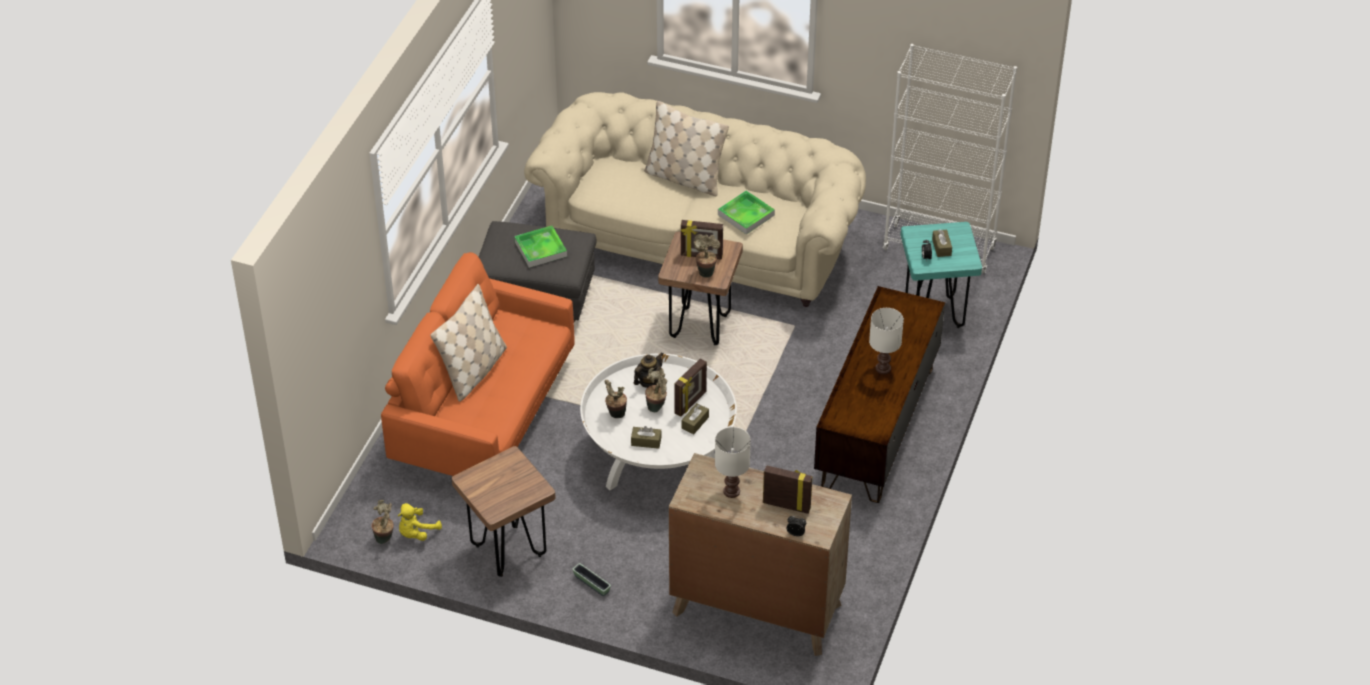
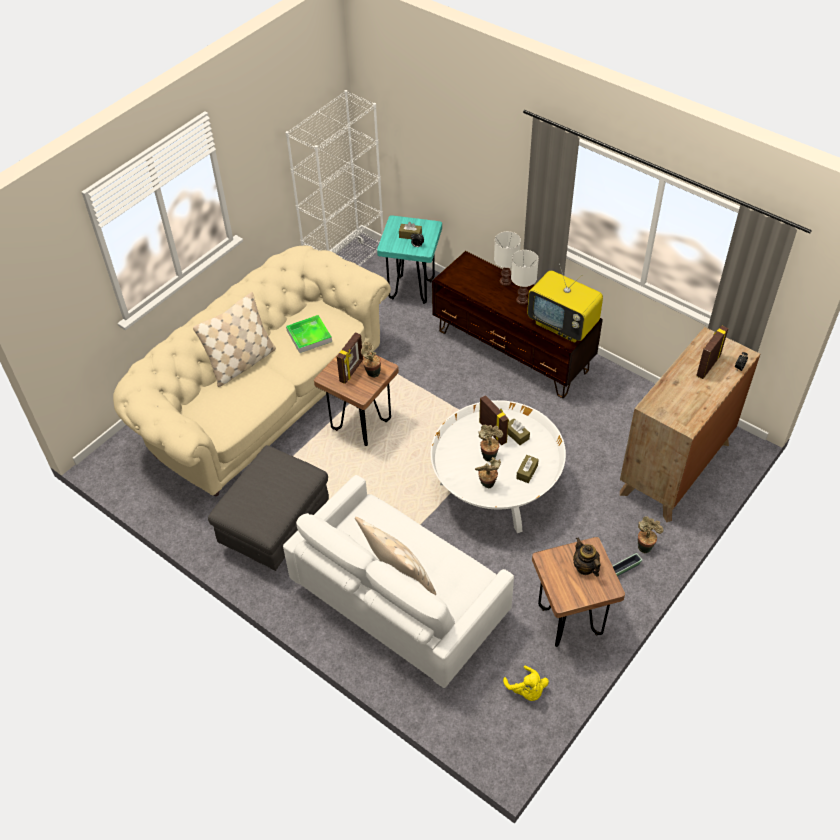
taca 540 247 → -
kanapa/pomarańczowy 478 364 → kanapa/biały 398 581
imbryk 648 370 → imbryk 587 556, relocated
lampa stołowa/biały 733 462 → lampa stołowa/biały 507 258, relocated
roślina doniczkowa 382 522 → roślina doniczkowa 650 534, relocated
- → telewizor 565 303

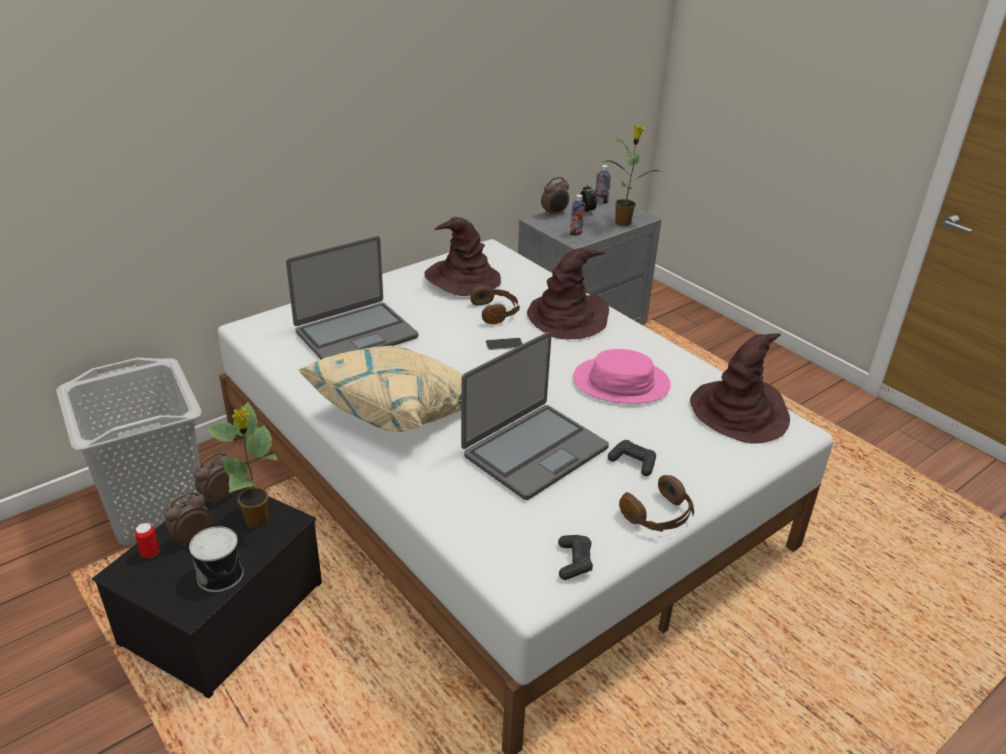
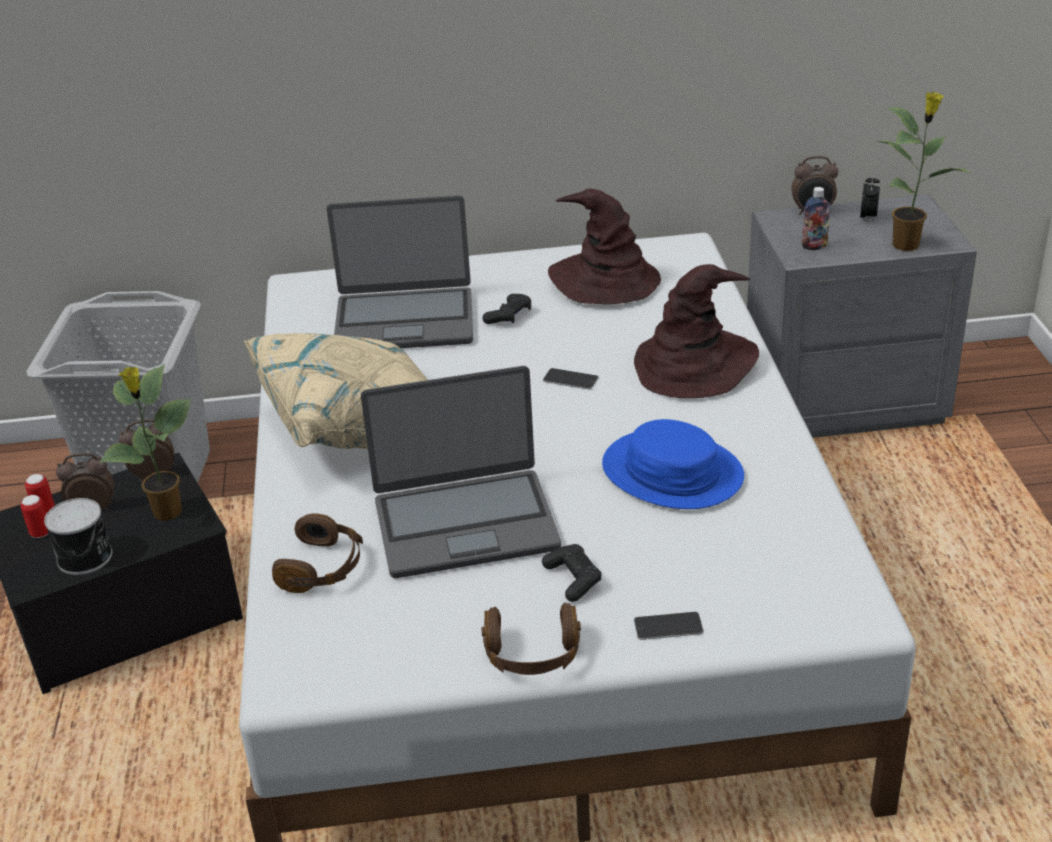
butelka 603 184 → -
słuchawki/brązowy 495 305 → słuchawki/brązowy 317 553, relocated
kapelusz/brązowy 740 388 → -
kapelusz/różowy 622 376 → kapelusz/niebieski 673 464
pad do gier/czarny 575 557 → pad do gier/czarny 507 309, relocated
- → puszka 35 516
- → telefon 669 626

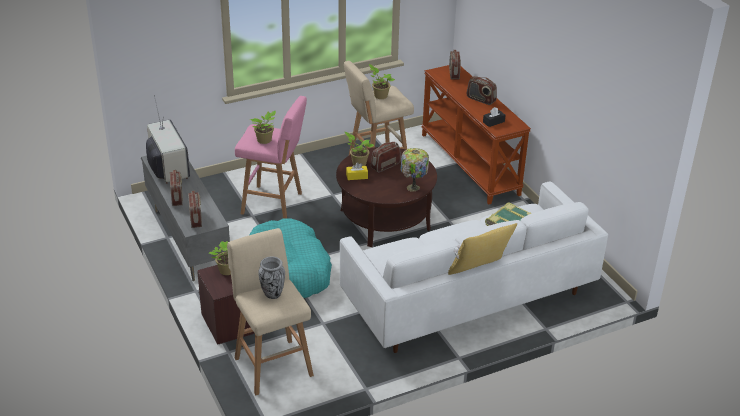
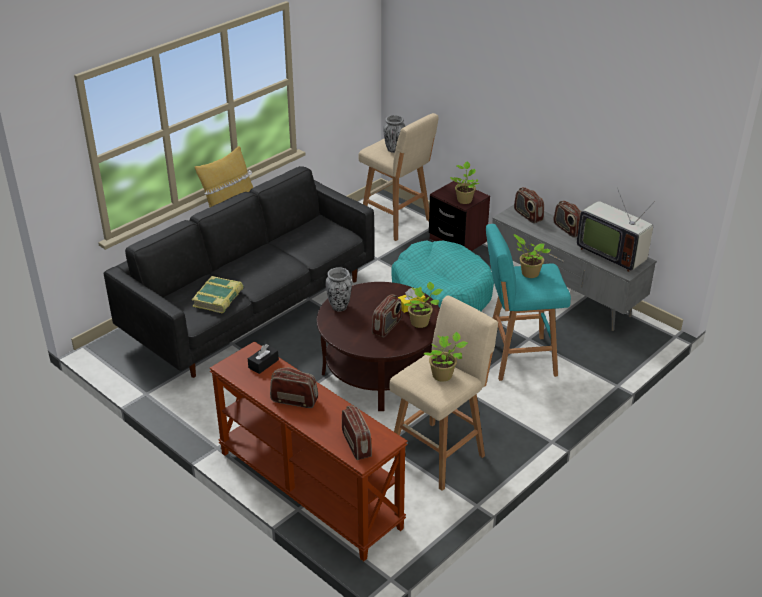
stołek/różowy 271 157 → stołek/turkusowy 528 302
lampa stołowa 415 170 → wazon 338 289
kanapa/biały 474 267 → kanapa/czarny 239 272

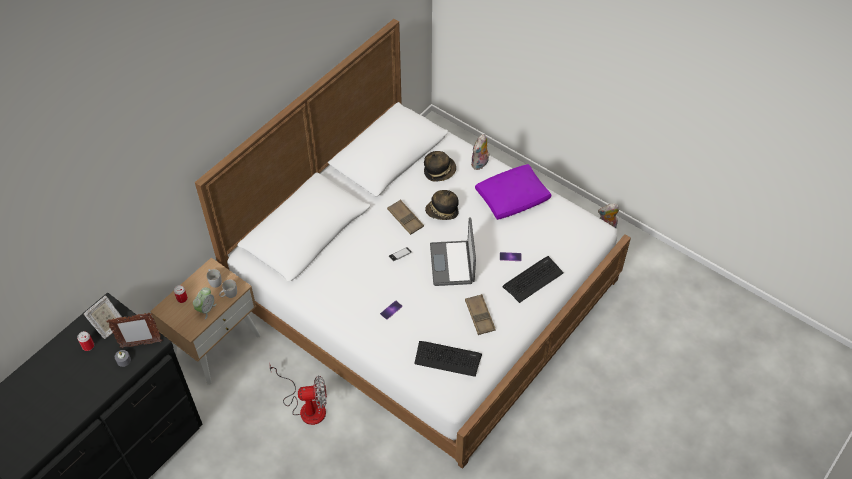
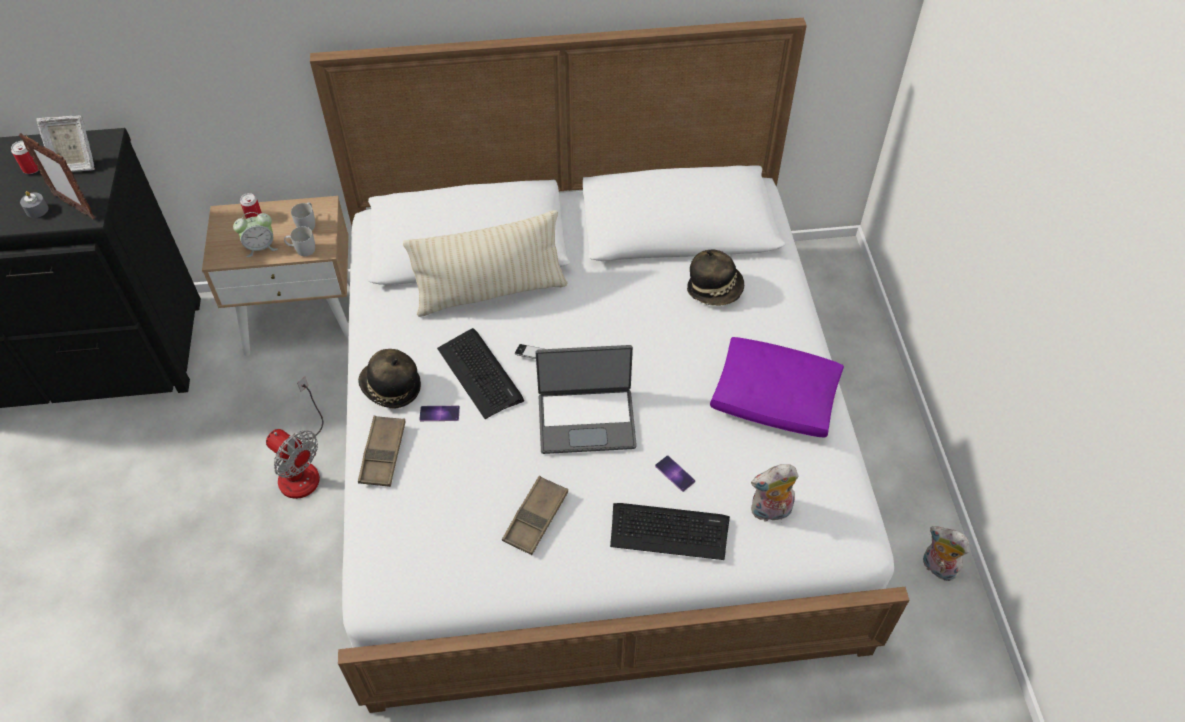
pluszak 480 152 → pluszak 775 492, relocated
kapelusz 442 205 → kapelusz 389 378, relocated
taca/brązowy 405 217 → taca/brązowy 382 451, relocated
laptop 453 251 → laptop 586 399, 135 degrees counterclockwise
klawiatura 448 359 → klawiatura 480 373, relocated
- → poduszka/beżowy 485 263

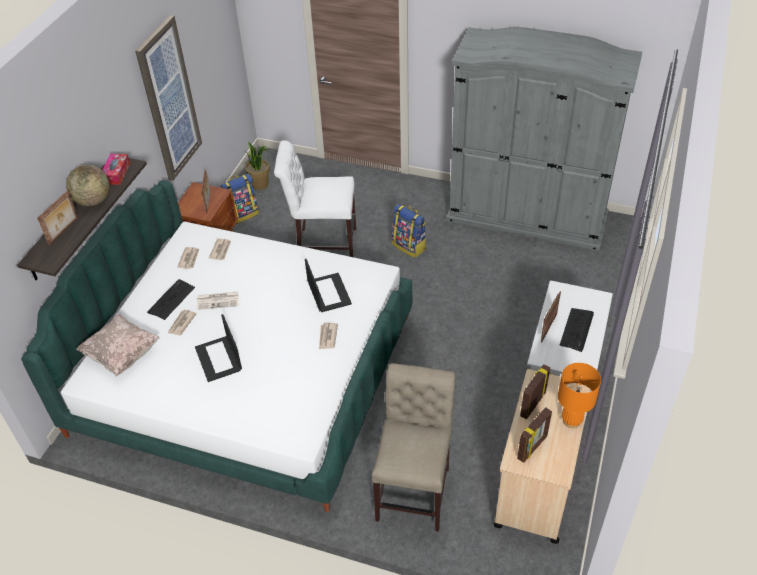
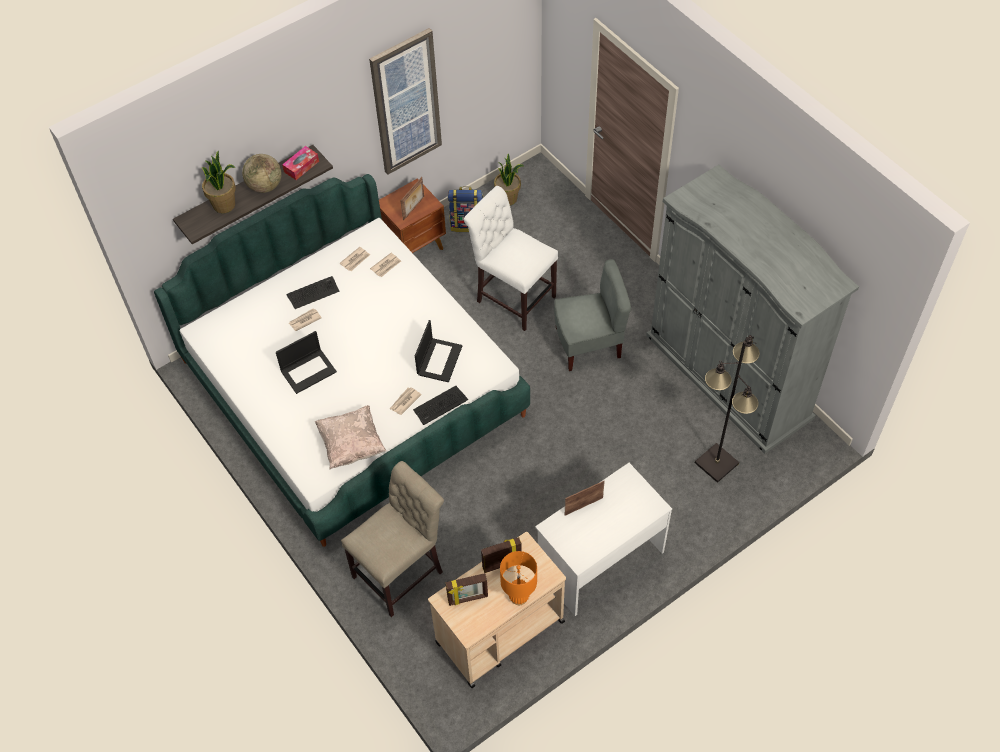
ramka na zdjęcie 57 217 → roślina doniczkowa 219 181
plecak 409 231 → krzesło/szary 592 315
gazeta 218 301 → -
klawiatura 577 330 → klawiatura 440 405, relocated
poduszka/beżowy 118 345 → poduszka/beżowy 350 437, relocated
laptop 218 348 → laptop 306 362, 135 degrees counterclockwise
- → lampa stojąca/czarny 727 409

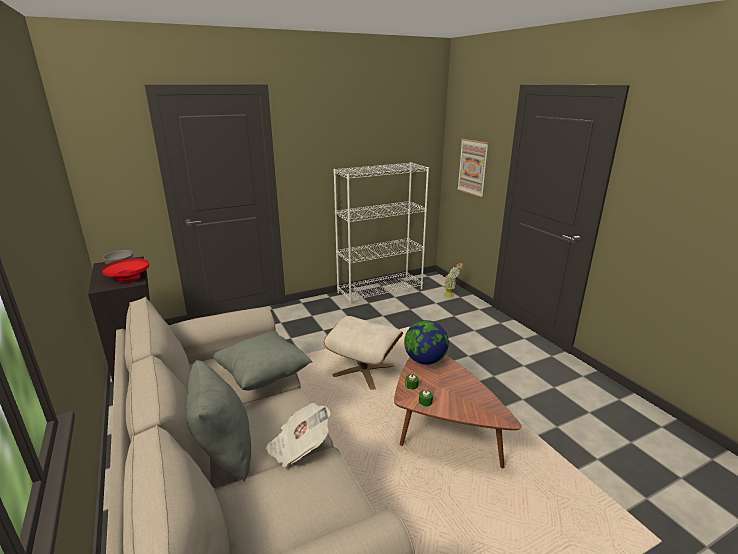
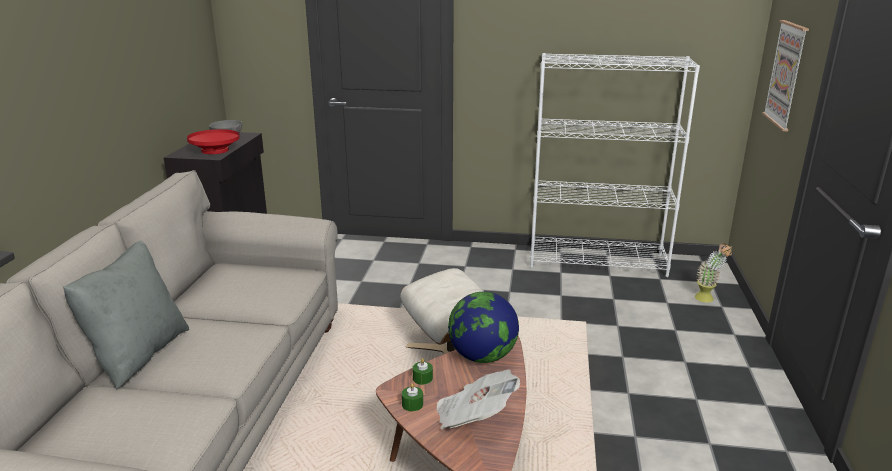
poduszka/szary 262 361 → -
gazeta 298 435 → gazeta 478 399, relocated

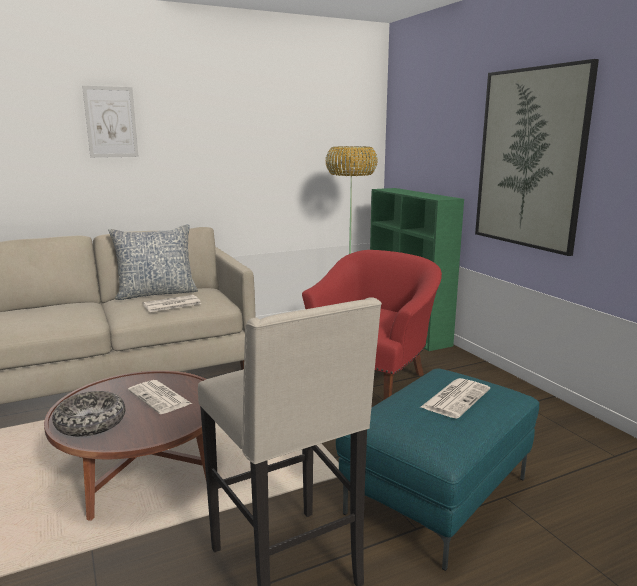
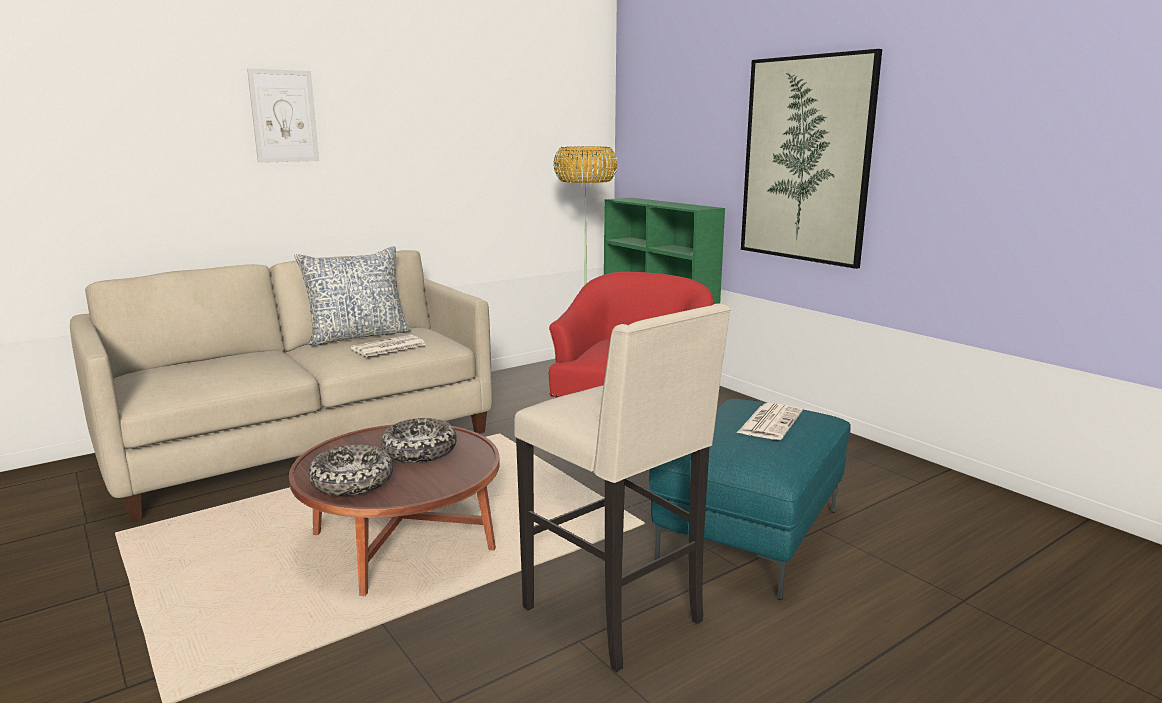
gazeta 160 397 → miska 419 440

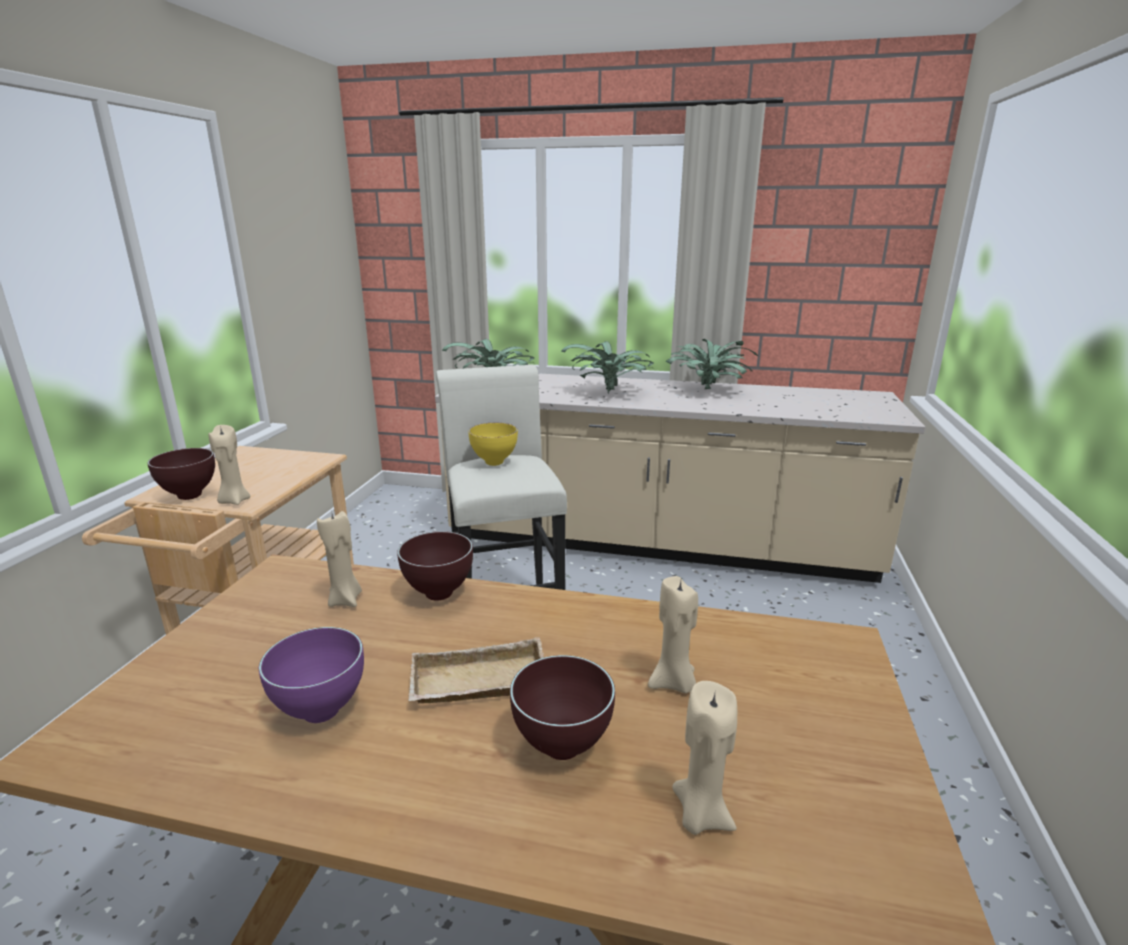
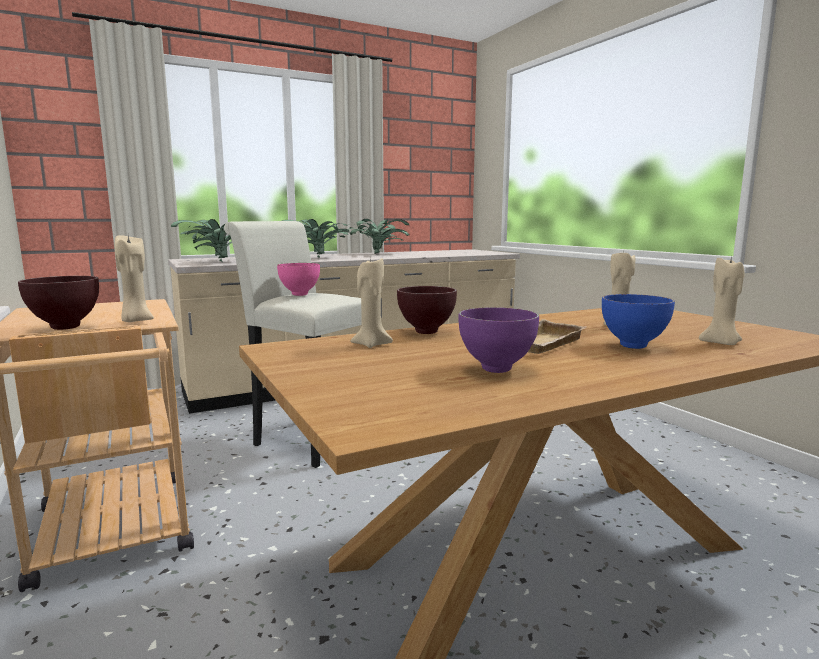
miska/żółty 493 444 → miska/różowy 298 279
miska/brązowy 562 707 → miska/niebieski 638 321

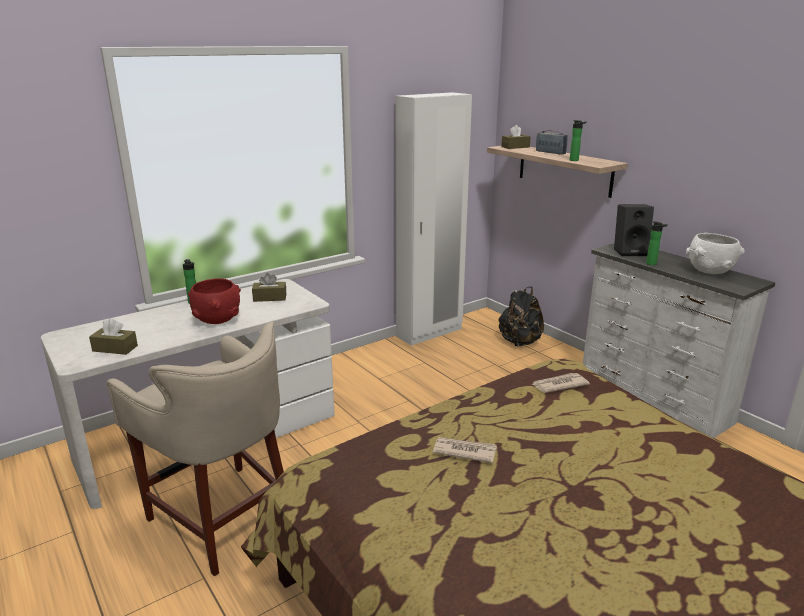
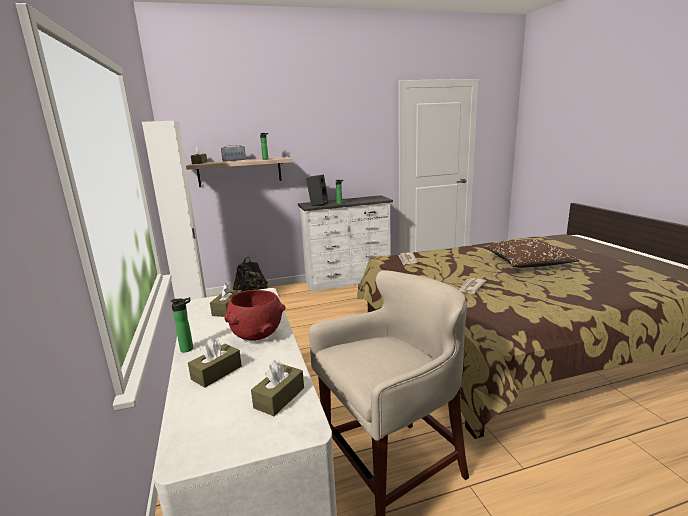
miska/biały 715 253 → -
- → poduszka/brązowy 531 253
- → pudełko chusteczek/brązowy 215 363

